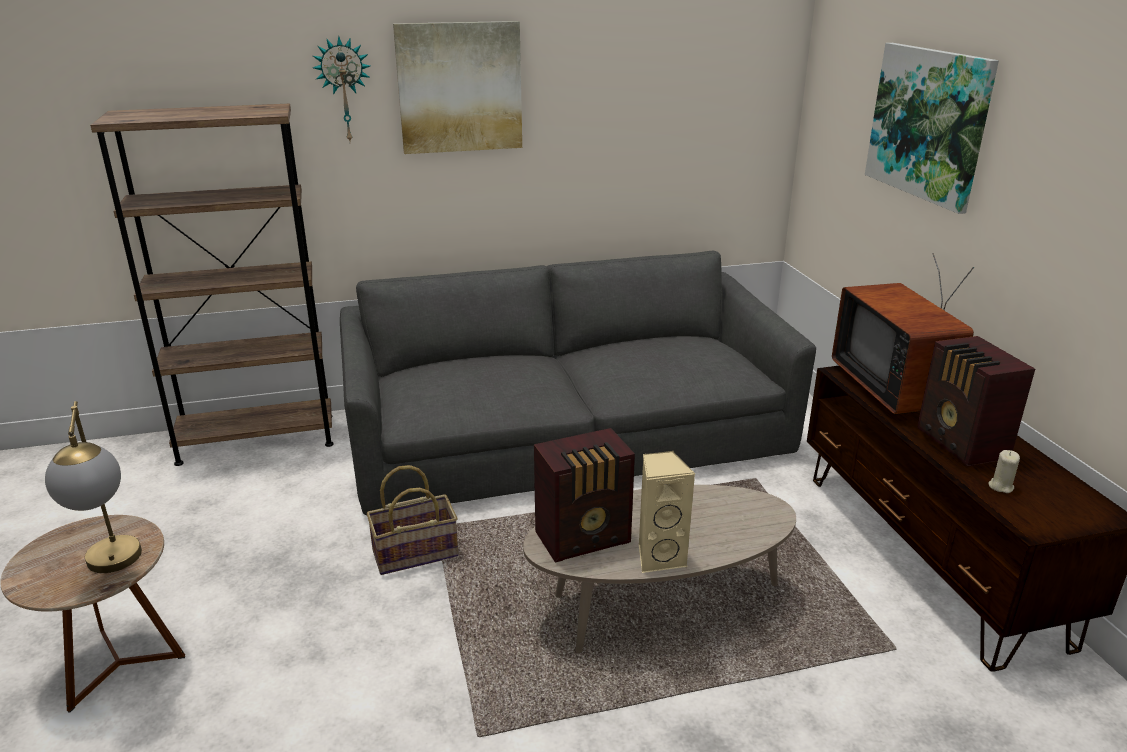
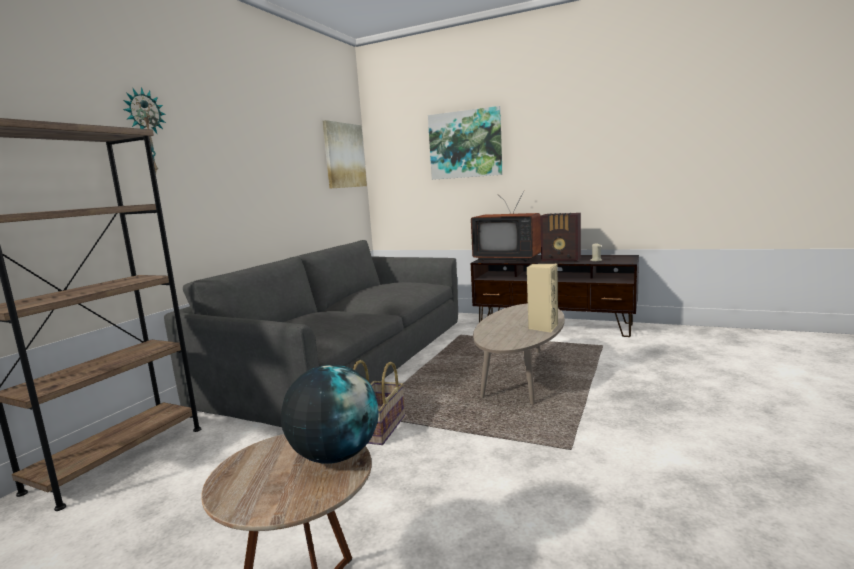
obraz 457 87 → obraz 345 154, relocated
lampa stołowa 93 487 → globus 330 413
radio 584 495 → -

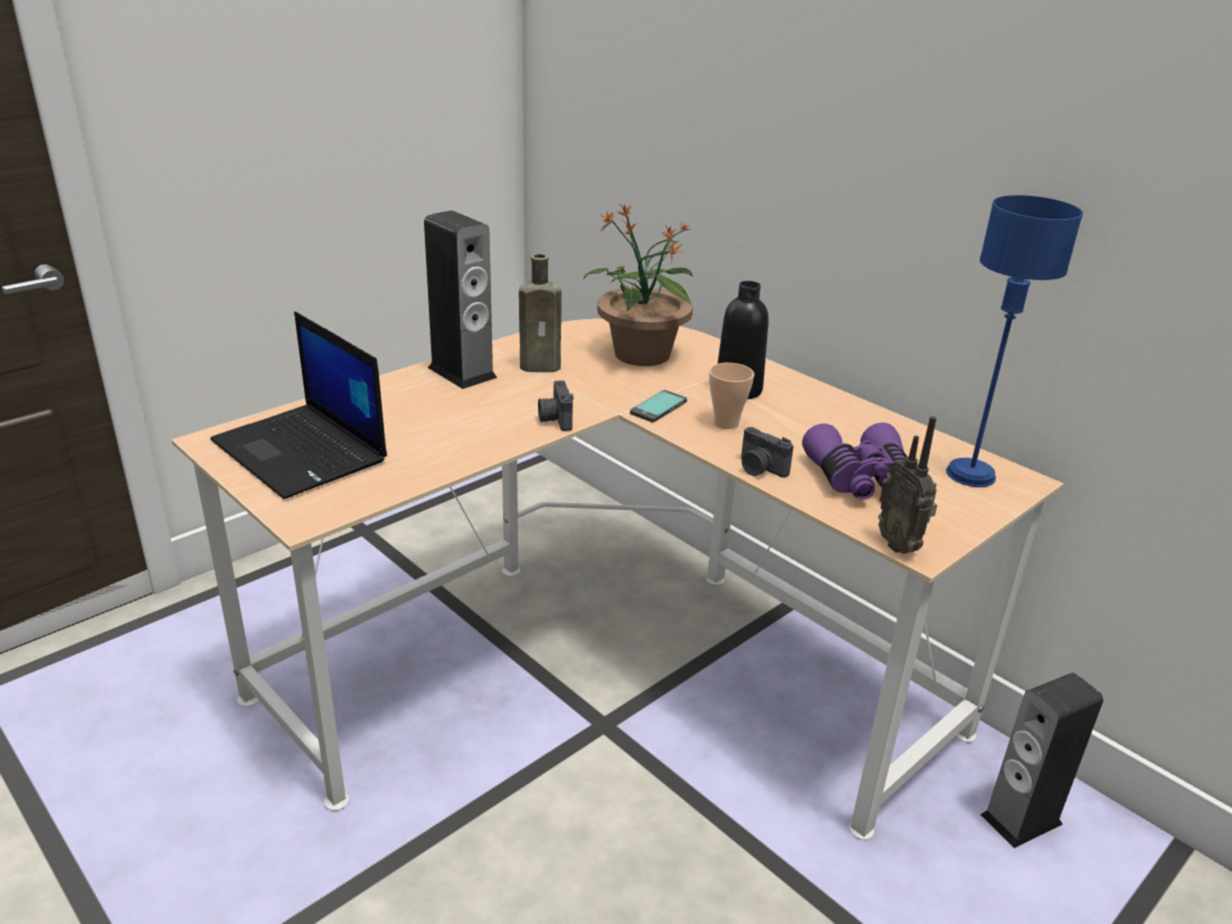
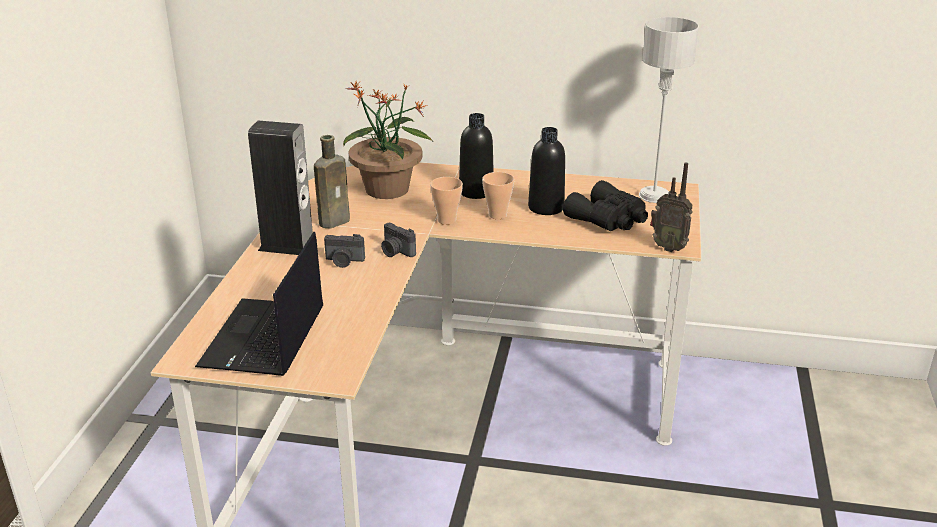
lampa stołowa/niebieski 1014 341 → lampa stołowa/szary 669 110
laptop 298 405 → laptop 259 304, 90 degrees clockwise
telefon 658 406 → filiżanka 446 201
lornetka/fioletowy 854 461 → lornetka/czarny 605 205
aparat fotograficzny 767 452 → aparat fotograficzny 344 251, relocated
głośnik 1041 760 → -
- → butelka/czarny 546 171

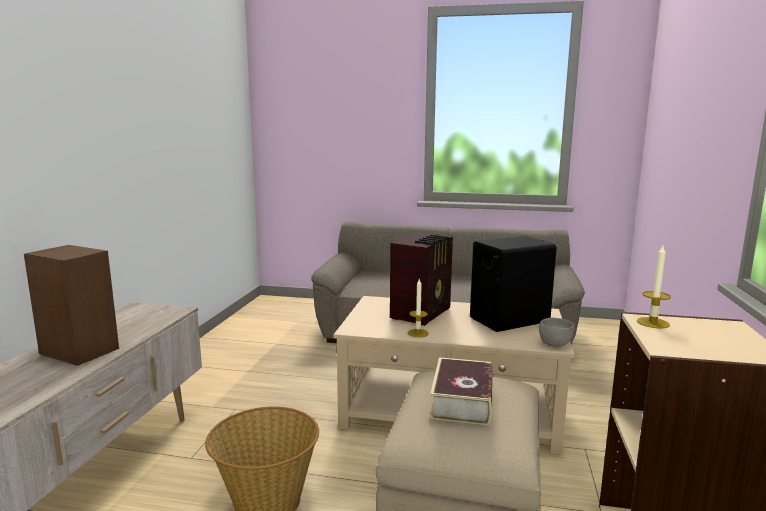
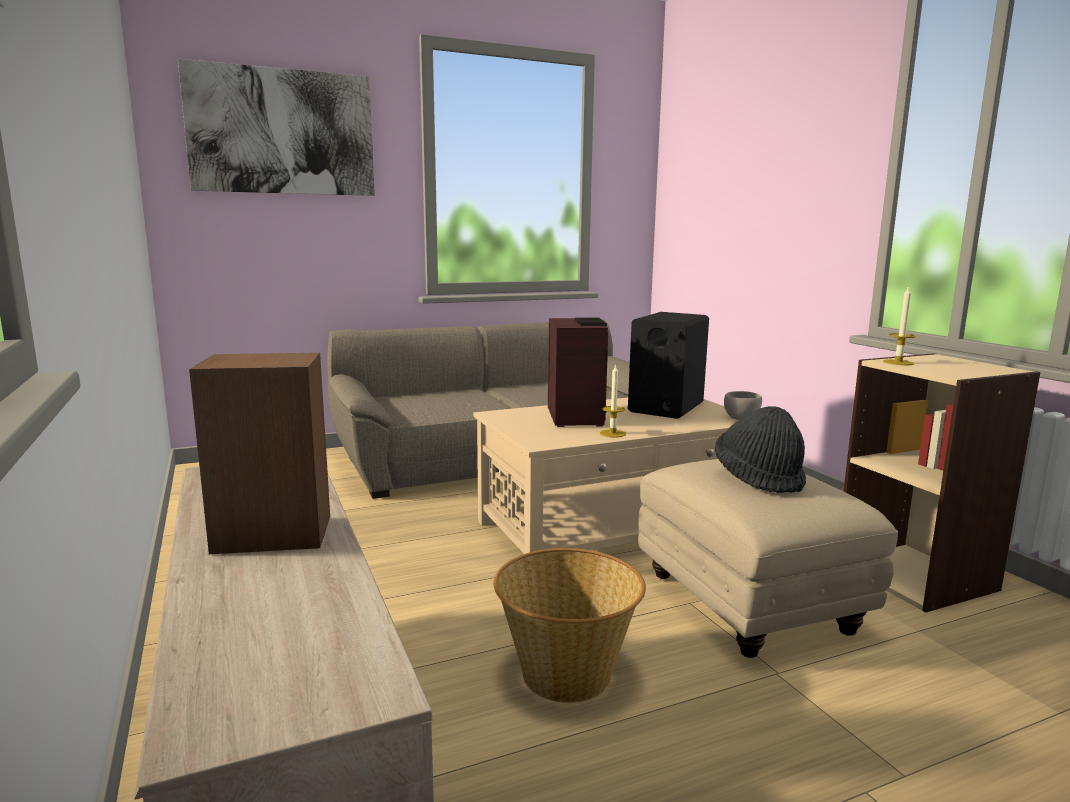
książka 461 391 → kapelusz/czarny 760 449
- → obraz 276 127

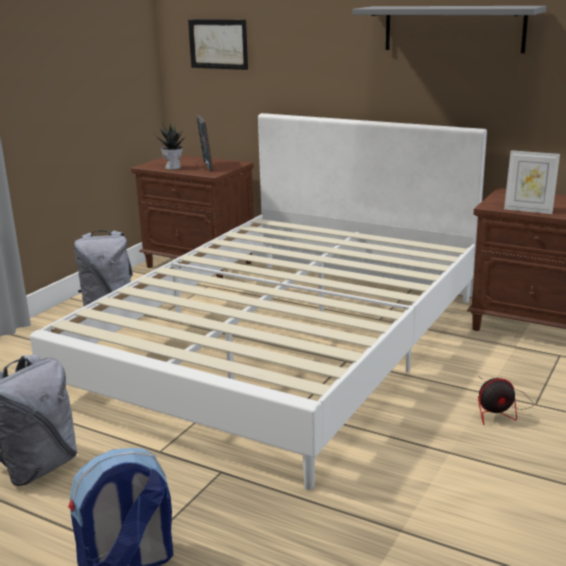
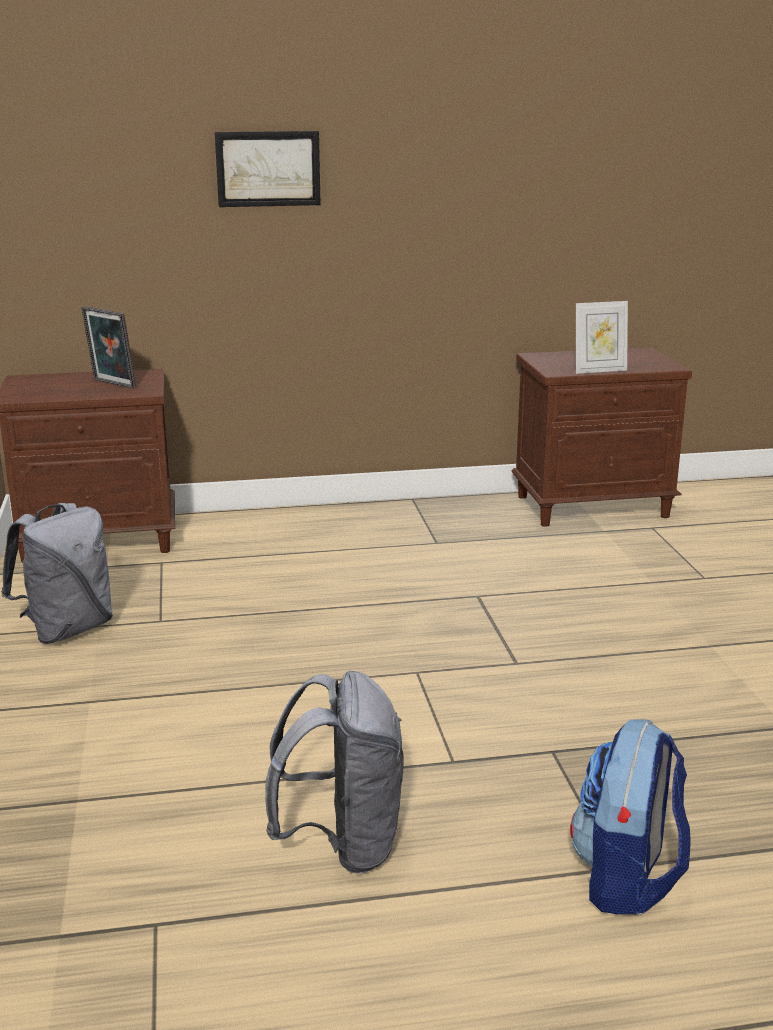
półka/szary 449 29 → -
obraz 218 44 → obraz 268 169, relocated
łóżko/biały 258 301 → -
roślina doniczkowa 170 146 → -
wentylator 506 400 → -

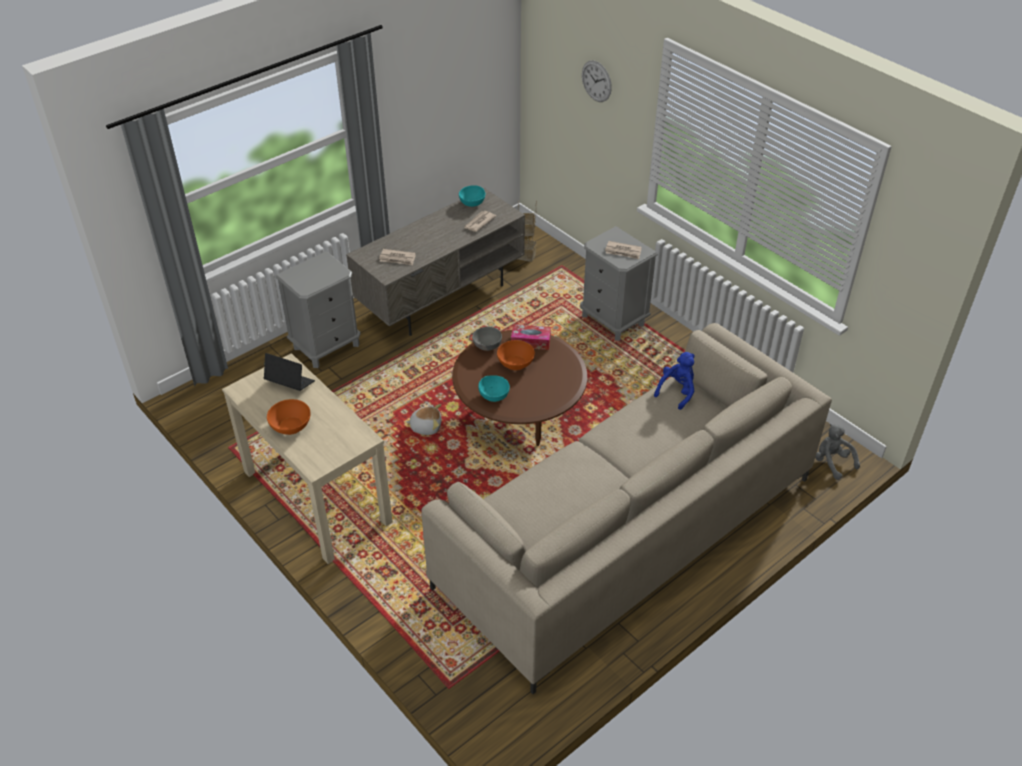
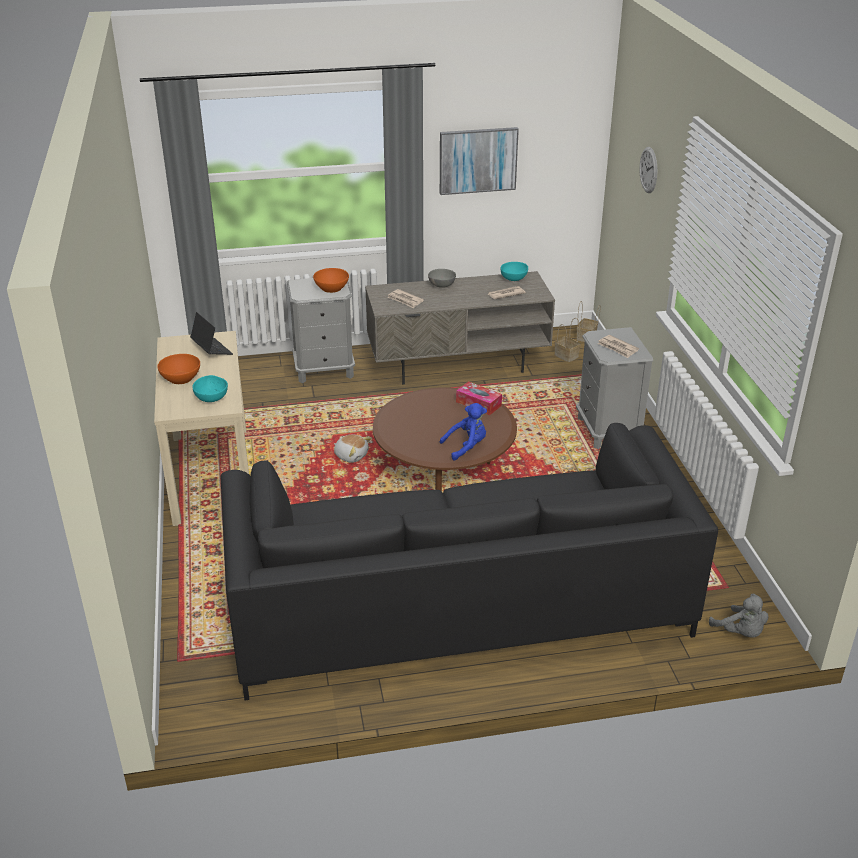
kanapa/beżowy 626 508 → kanapa/czarny 469 561
miska/szary 487 339 → miska/szary 442 278, relocated
miska/pomarańczowy 516 355 → miska/pomarańczowy 331 280, relocated
pluszak/niebieski 674 381 → pluszak/niebieski 463 431, relocated
miska/turkusowy 494 388 → miska/turkusowy 210 388, relocated
pluszak/szary 837 452 → pluszak/szary 739 616, 150 degrees clockwise
- → obraz 479 161

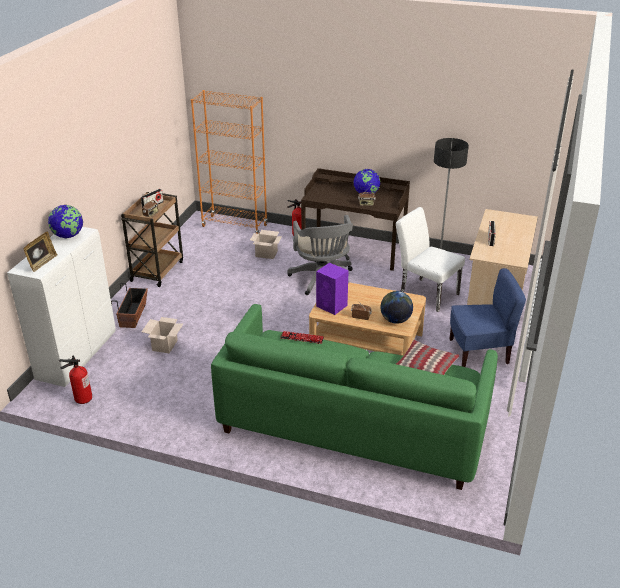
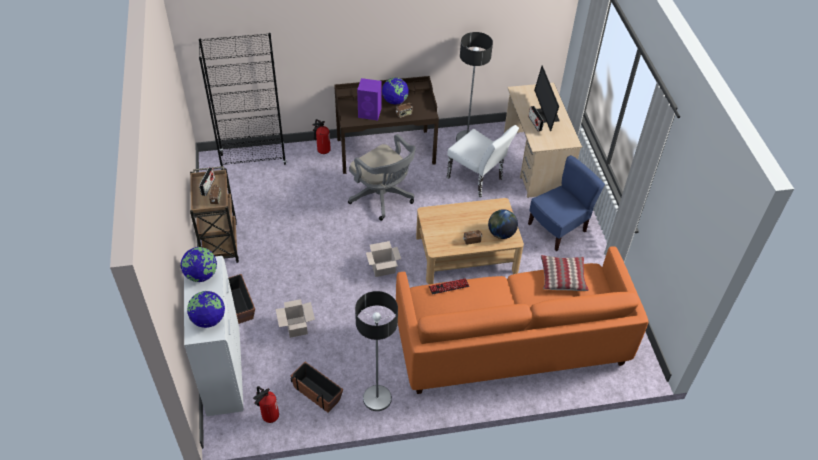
regał/pomarańczowy 229 162 → regał/czarny 243 101
krzesło/biały 430 259 → krzesło/biały 483 161, 150 degrees counterclockwise
karton 266 244 → karton 383 259, relocated
ramka na zdjęcie 40 251 → globus 206 309
głośnik/fioletowy 332 289 → głośnik/fioletowy 369 99, relocated
kanapa/zielony 354 397 → kanapa/pomarańczowy 522 320
- → monitor 546 98
- → lampa stojąca 376 351
- → donica 317 387

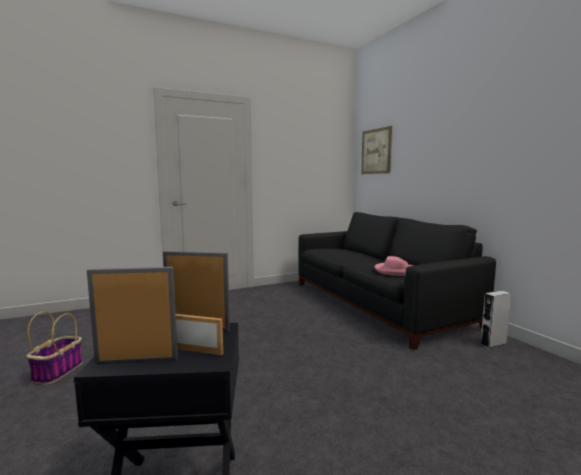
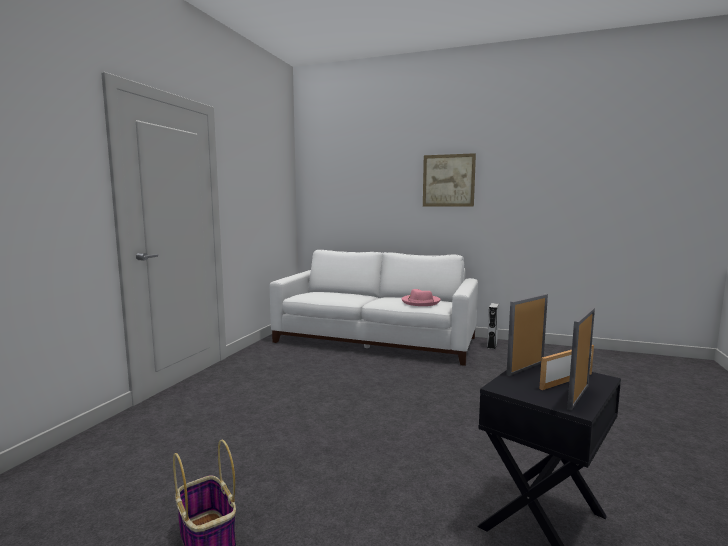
obraz 376 150 → obraz 449 180, relocated
kanapa/czarny 397 281 → kanapa/biały 374 308

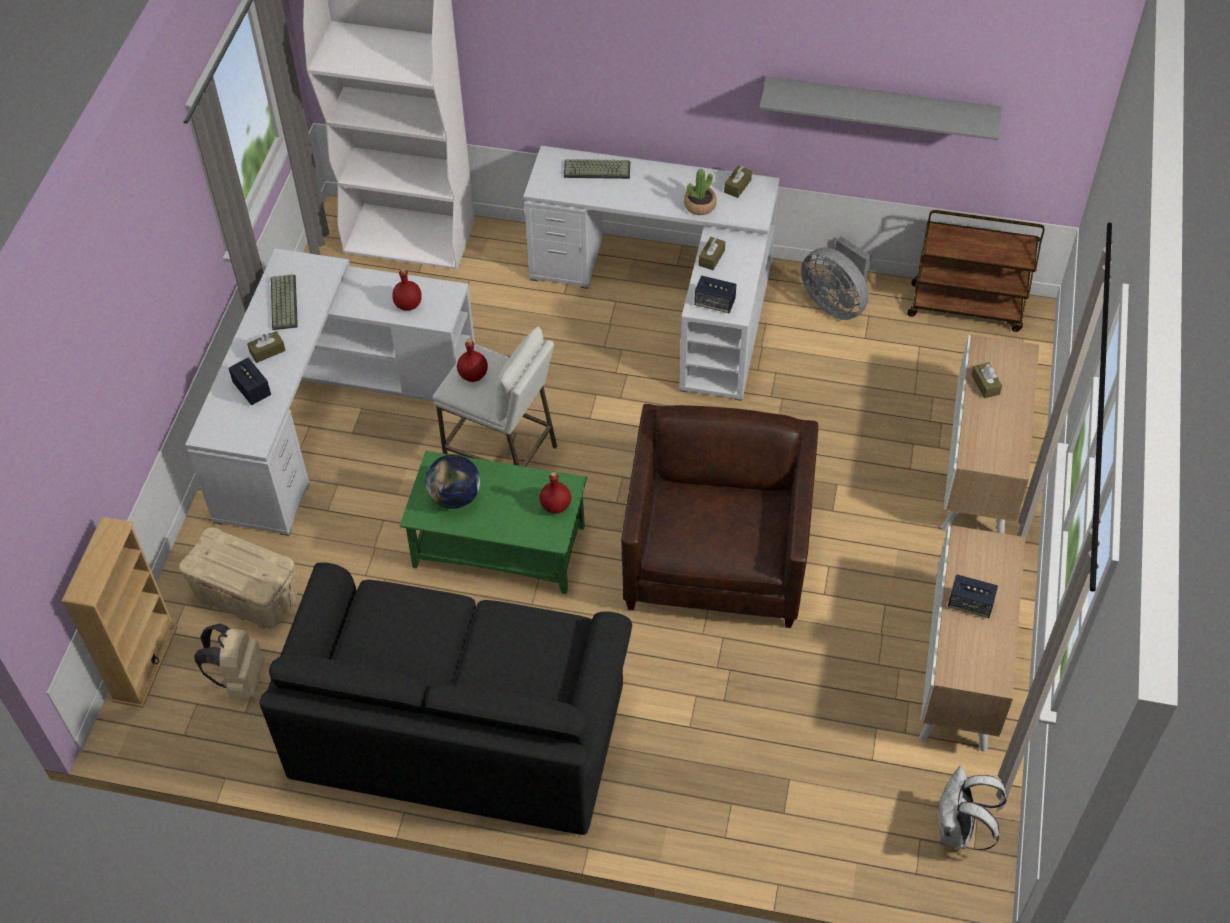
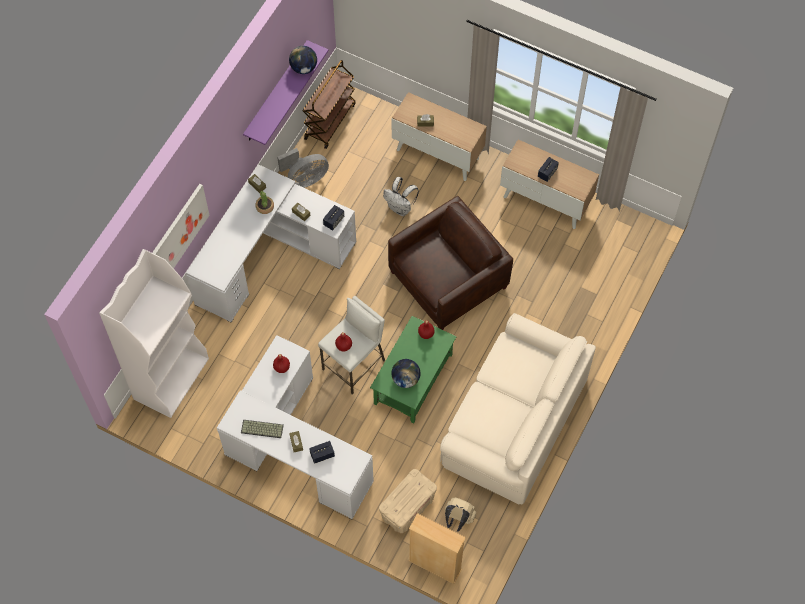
półka/szary 880 108 → półka/fioletowy 286 92
klawiatura 597 169 → -
fotel/brązowy 719 516 → fotel/brązowy 450 263, 120 degrees clockwise
kanapa/czarny 445 698 → kanapa/beżowy 518 409
plecak/biały 972 808 → plecak/biały 401 196, relocated
- → globus 303 60
- → obraz 181 226

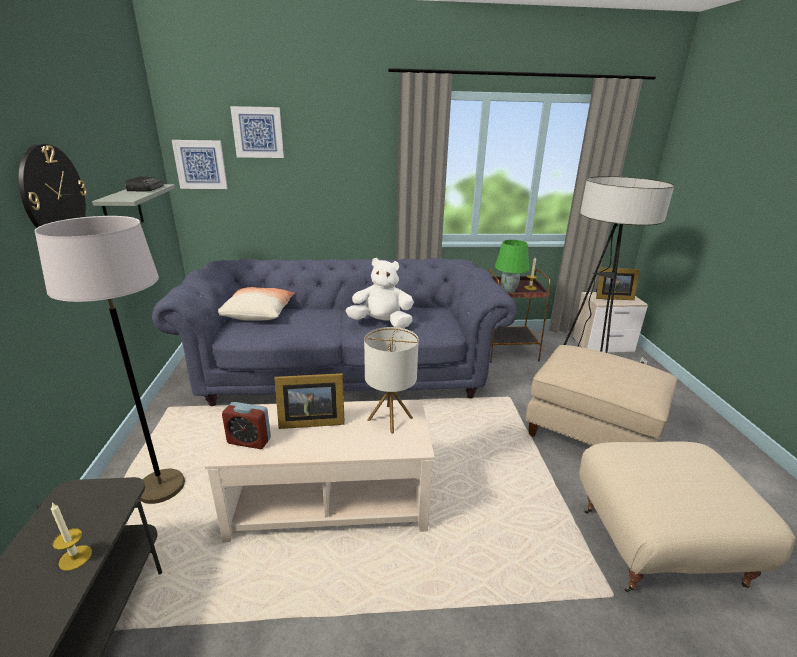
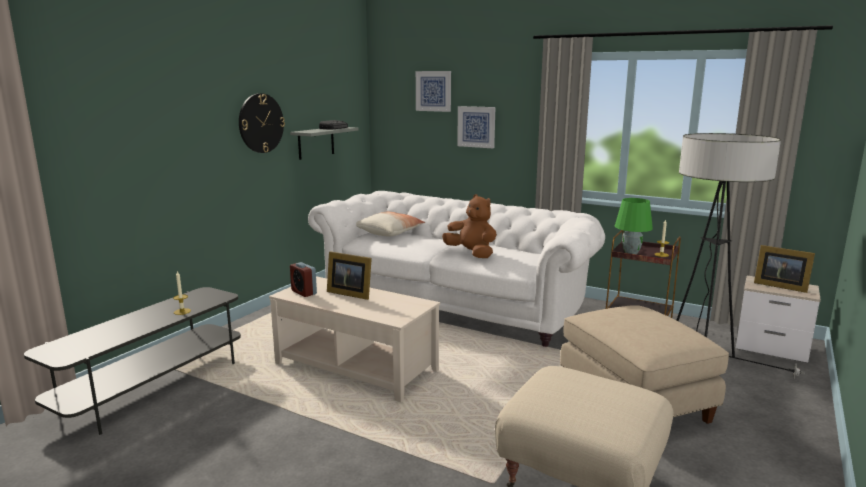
obraz 200 164 → obraz 476 127, relocated
lampa stojąca/szary 110 360 → -
kanapa/niebieski 334 332 → kanapa/biały 456 269
pluszak/biały 380 293 → pluszak/brązowy 469 226
lampa stołowa 391 380 → -

